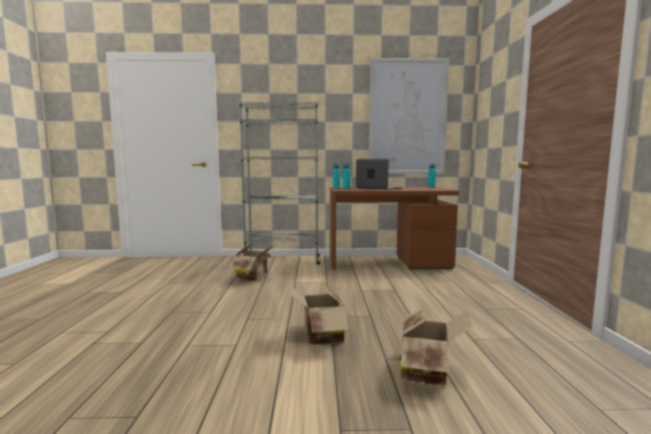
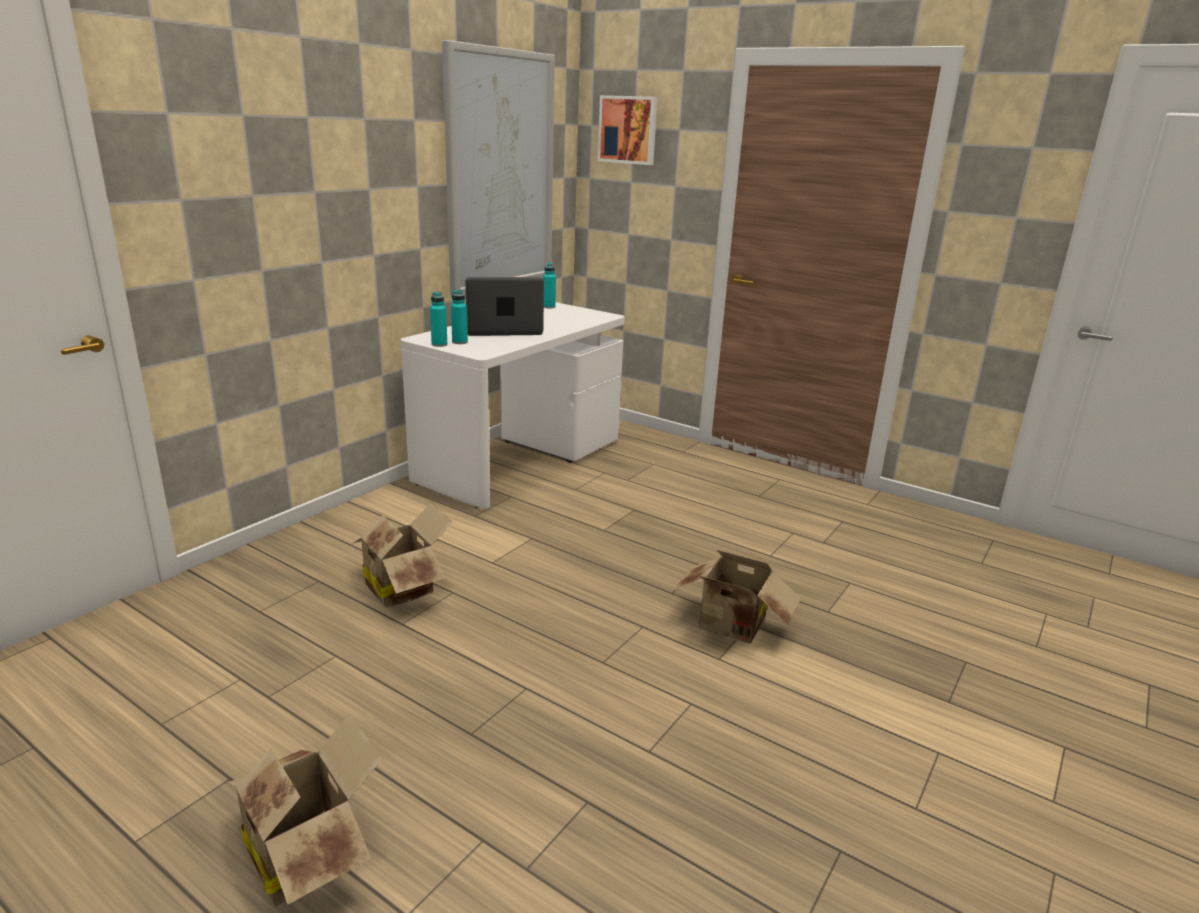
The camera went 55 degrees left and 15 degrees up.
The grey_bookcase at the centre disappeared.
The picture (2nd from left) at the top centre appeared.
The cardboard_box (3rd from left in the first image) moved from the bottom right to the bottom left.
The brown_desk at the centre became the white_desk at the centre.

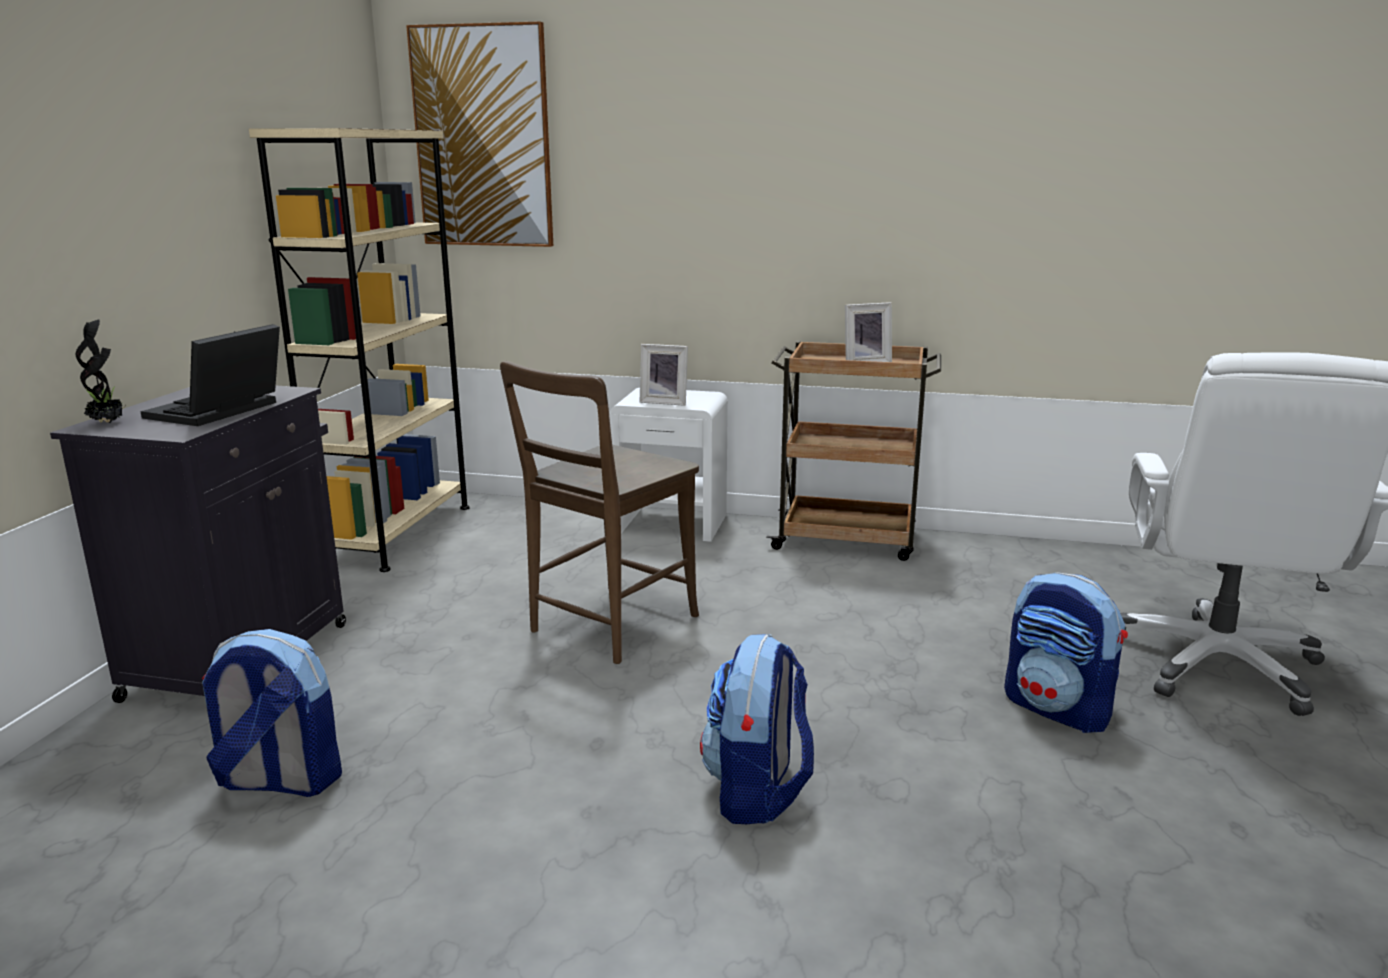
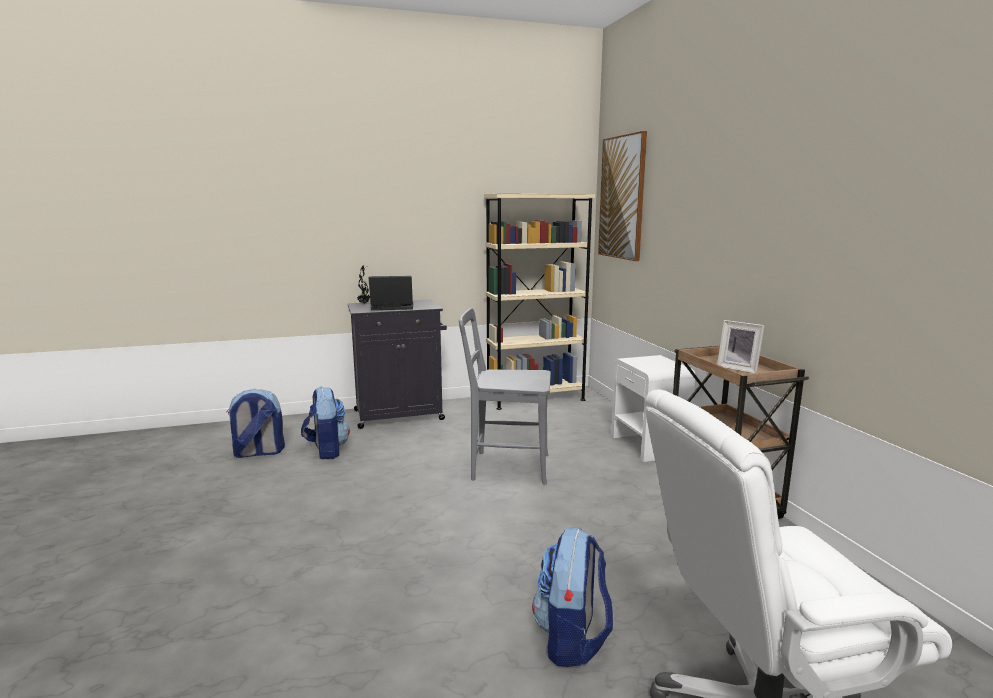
The camera went 60 degrees right and 5 degrees down.
The picture_frame (1st from left) at the centre disappeared.
The backpack (2nd from left in the first image) moved from the bottom centre to the middle left.
The brown_chair at the centre became the grey_chair at the centre.

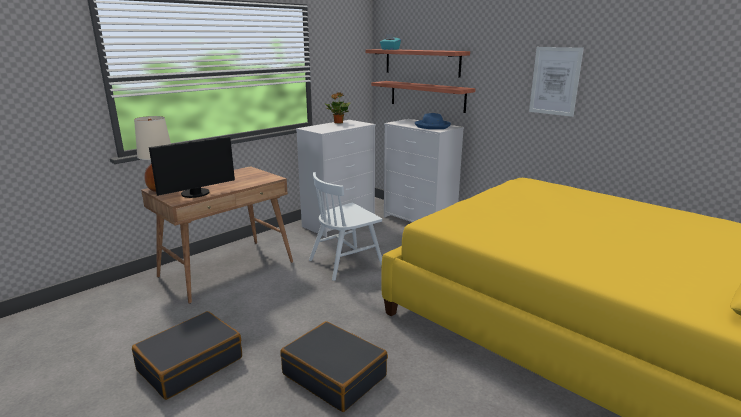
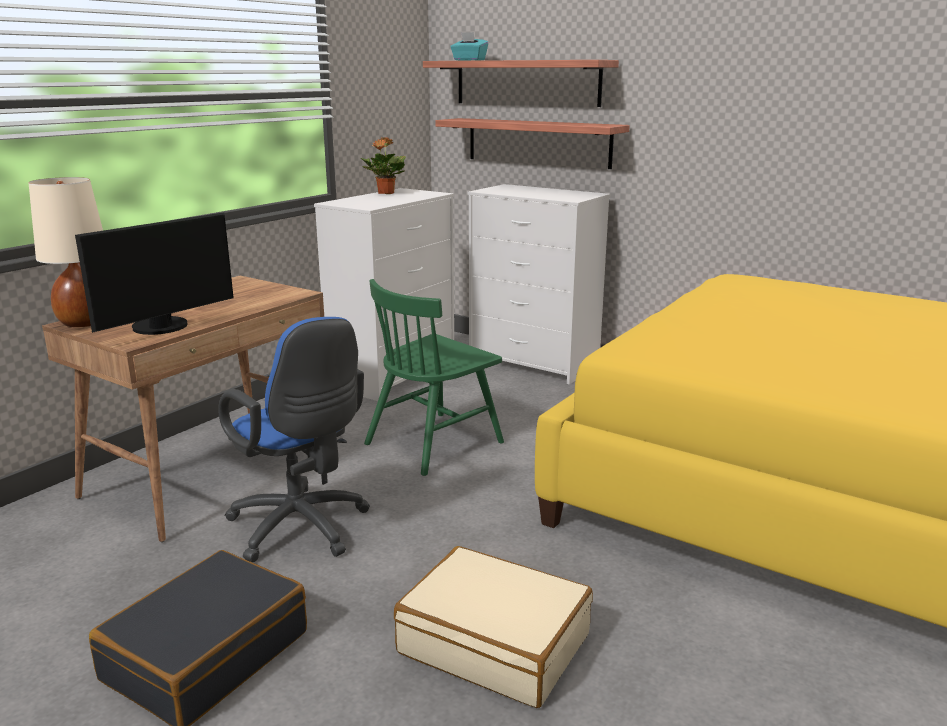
The camera went 10 degrees left and 0 degrees up.
The blue_hat at the top centre disappeared.
The picture at the top right disappeared.
The blue_office_chair at the middle left appeared.
The black_suitcase (2nd from left) at the bottom centre became the beige_suitcase at the bottom centre.
The white_chair at the centre became the green_chair at the centre.

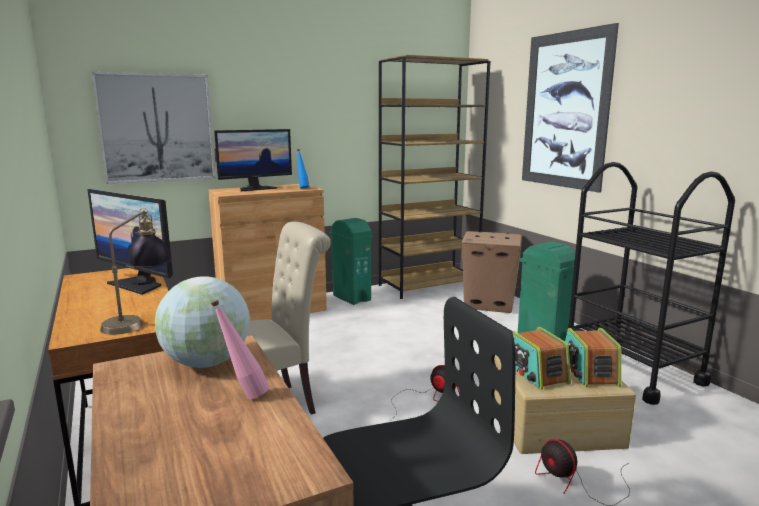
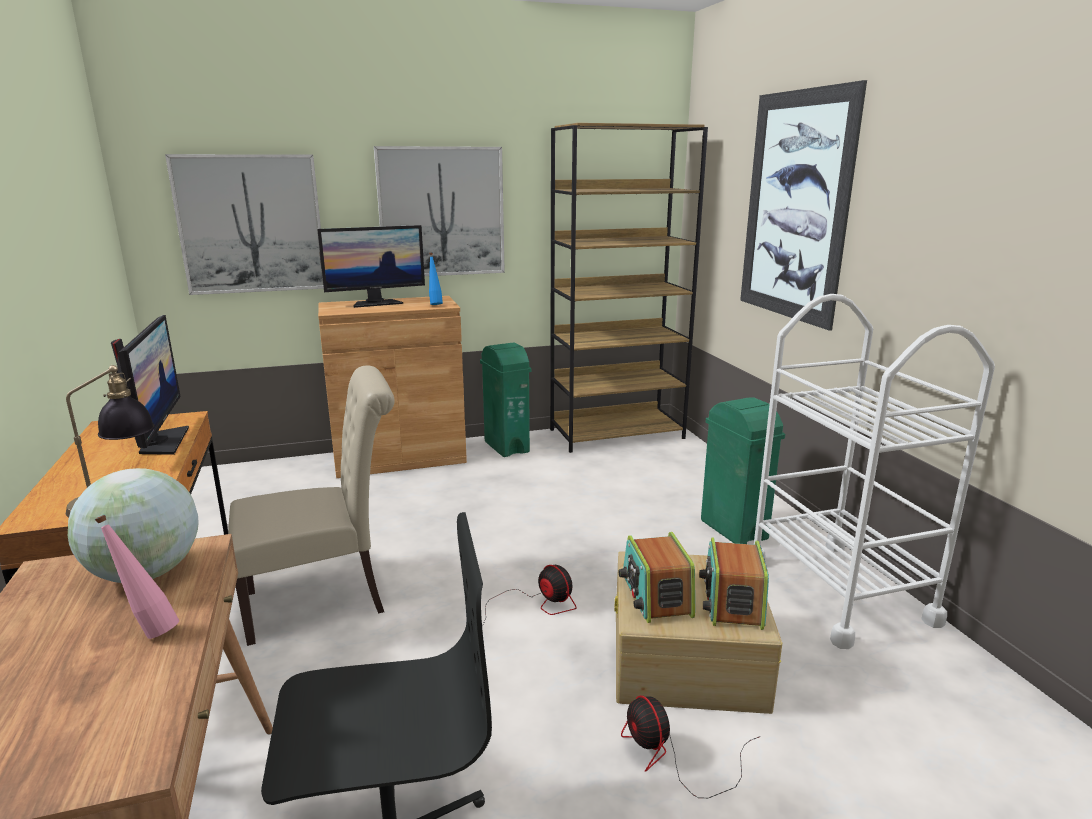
The camera went 10 degrees right and 5 degrees up.
The cardboard_box at the centre disappeared.
The picture (2nd from left) at the top centre appeared.
The black_cart at the middle right became the white_cart at the middle right.
The monitor (1st from left) at the middle left turned 150 degrees counterclockwise.

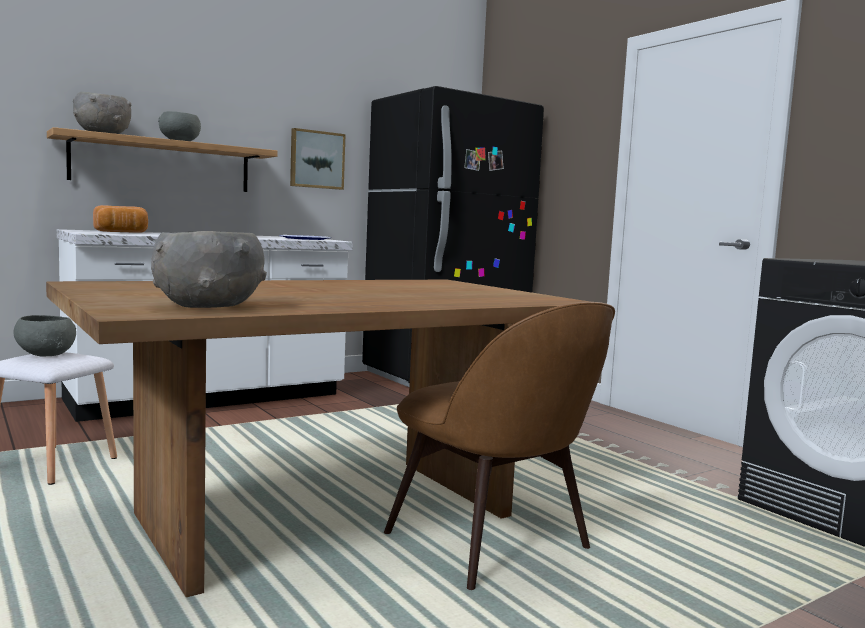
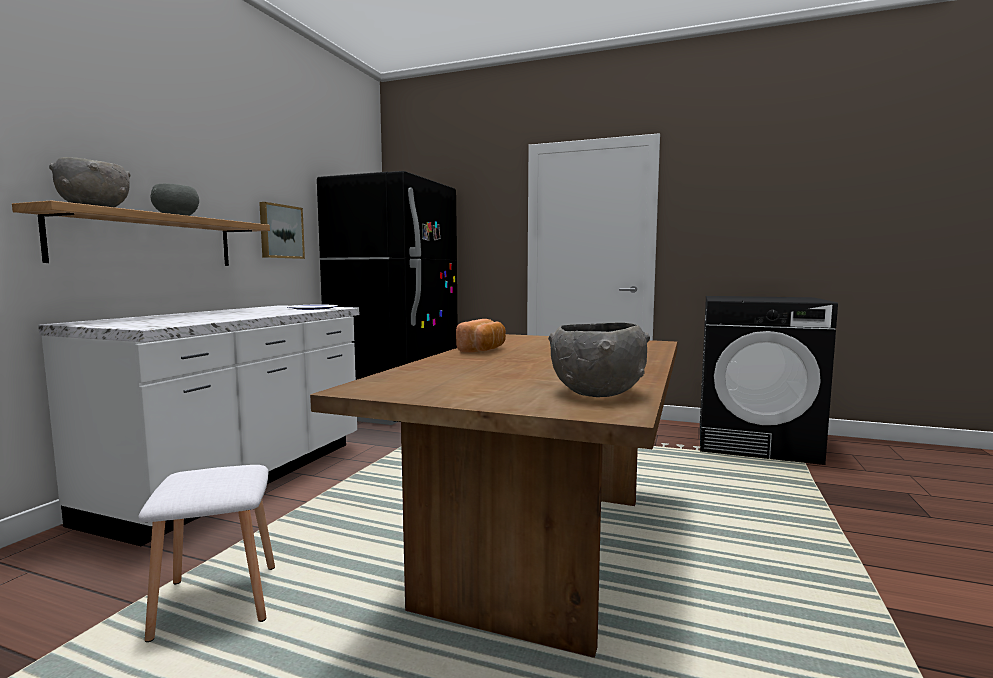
The camera went 35 degrees left and 0 degrees up.
The grey_bowl (1st from left) at the middle left disappeared.
The brown_chair at the bottom centre disappeared.
The bread moved from the middle left to the centre.

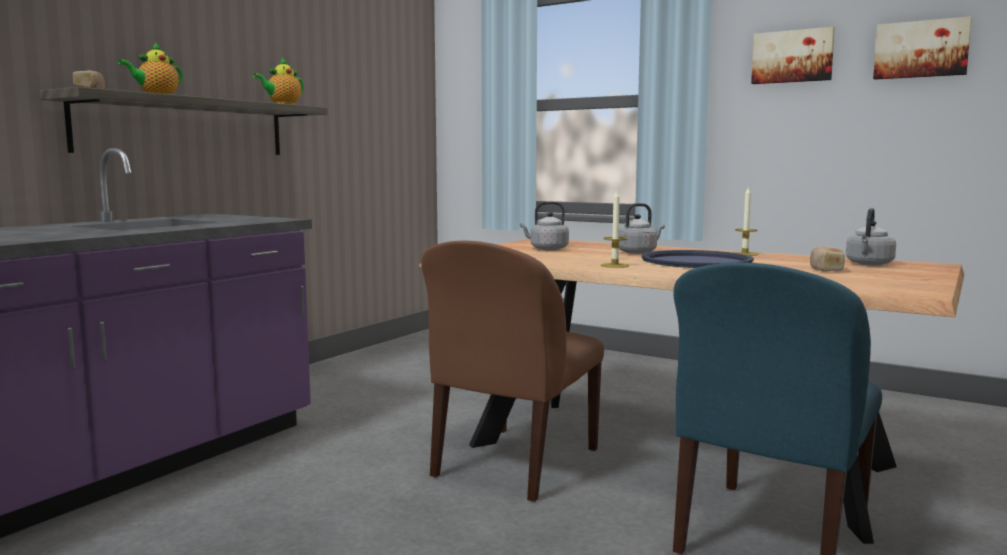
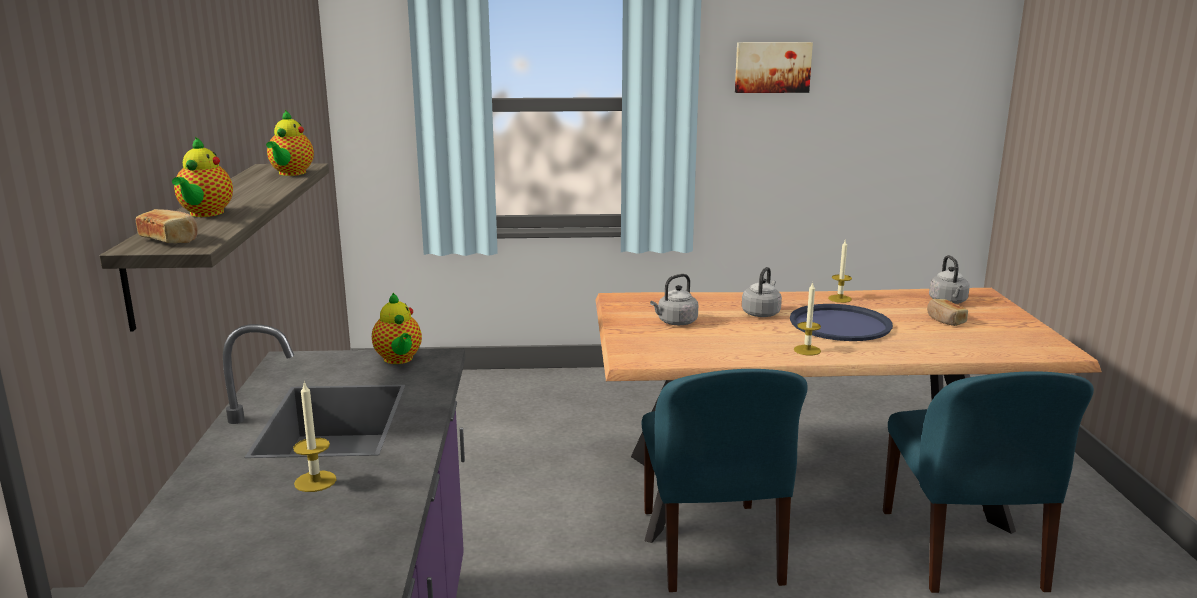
The camera went 35 degrees left and 10 degrees up.
The picture (2nd from left) at the top right disappeared.
The candle (1st from left) at the bottom left appeared.
The teapot (3rd from left) at the middle left appeared.
The brown_chair at the bottom centre became the blue_chair (1st from left) at the bottom centre.

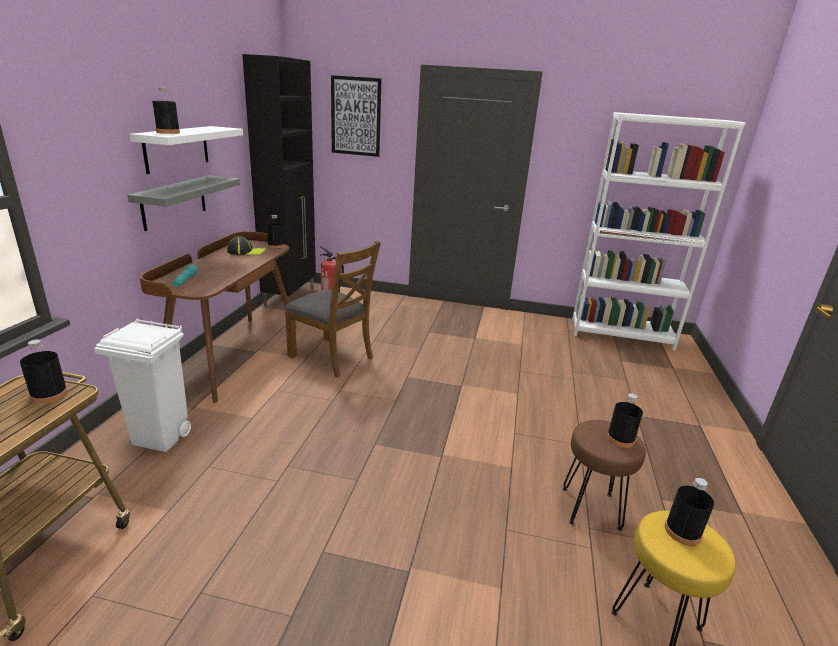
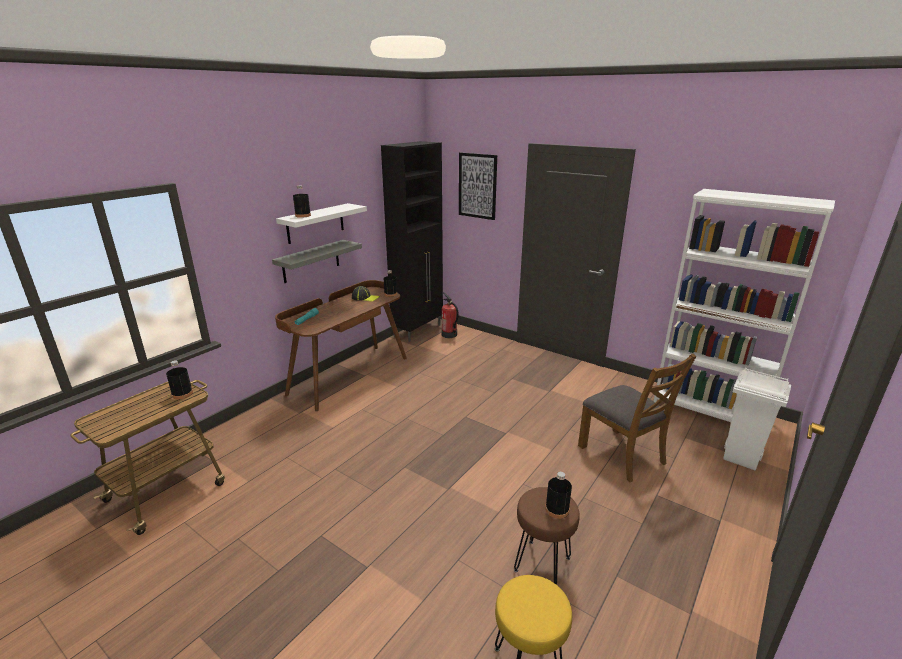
The camera went 25 degrees right and 0 degrees up.
The black_bottle (5th from left) at the bottom right disappeared.
The white_trash_can moved from the middle left to the middle right.
The brown_chair moved from the centre to the middle right.

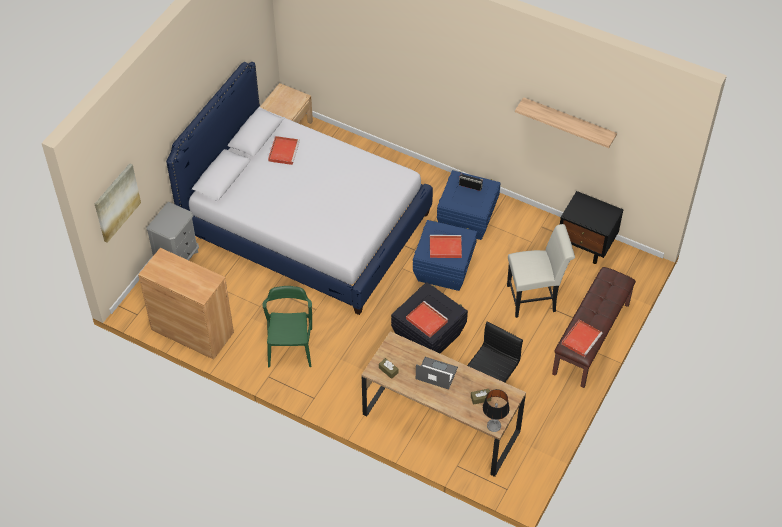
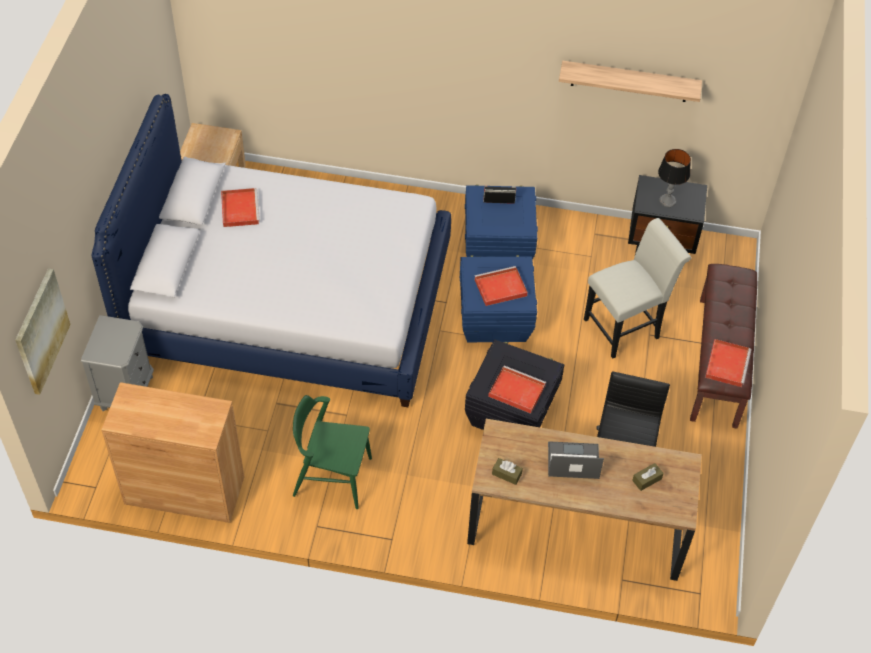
The camera went 20 degrees left and 0 degrees up.
The table_lamp moved from the bottom centre to the top right.
The green_chair at the centre turned 60 degrees counterclockwise.

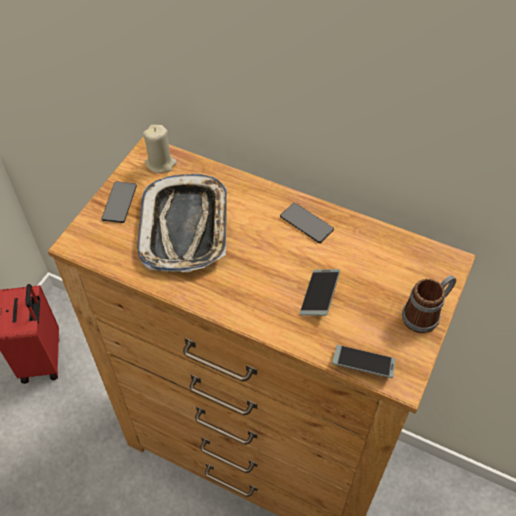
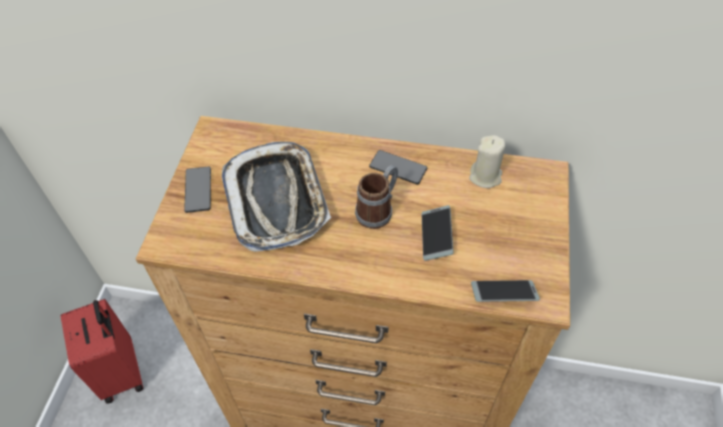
The camera went 15 degrees left and 0 degrees up.
The beige_candle moved from the top left to the middle right.
The mug moved from the middle right to the centre.

